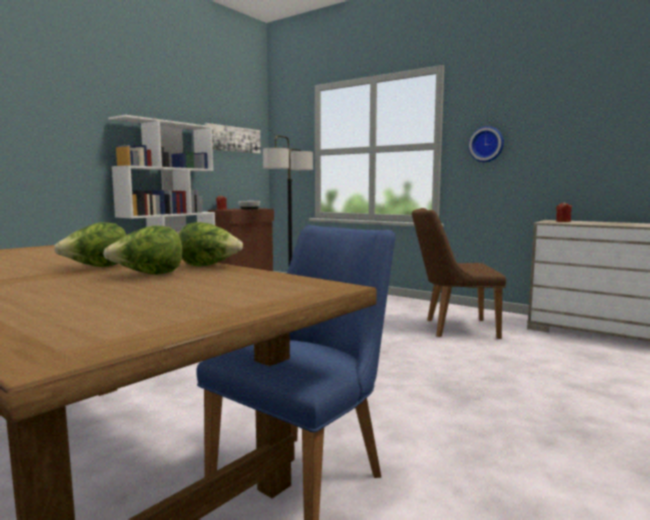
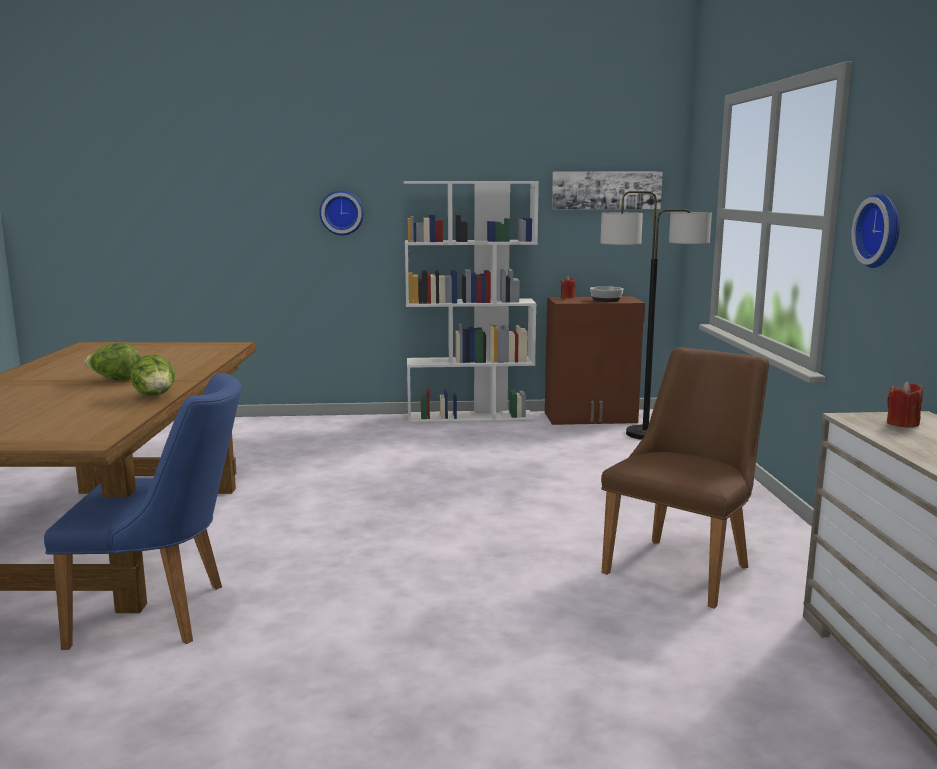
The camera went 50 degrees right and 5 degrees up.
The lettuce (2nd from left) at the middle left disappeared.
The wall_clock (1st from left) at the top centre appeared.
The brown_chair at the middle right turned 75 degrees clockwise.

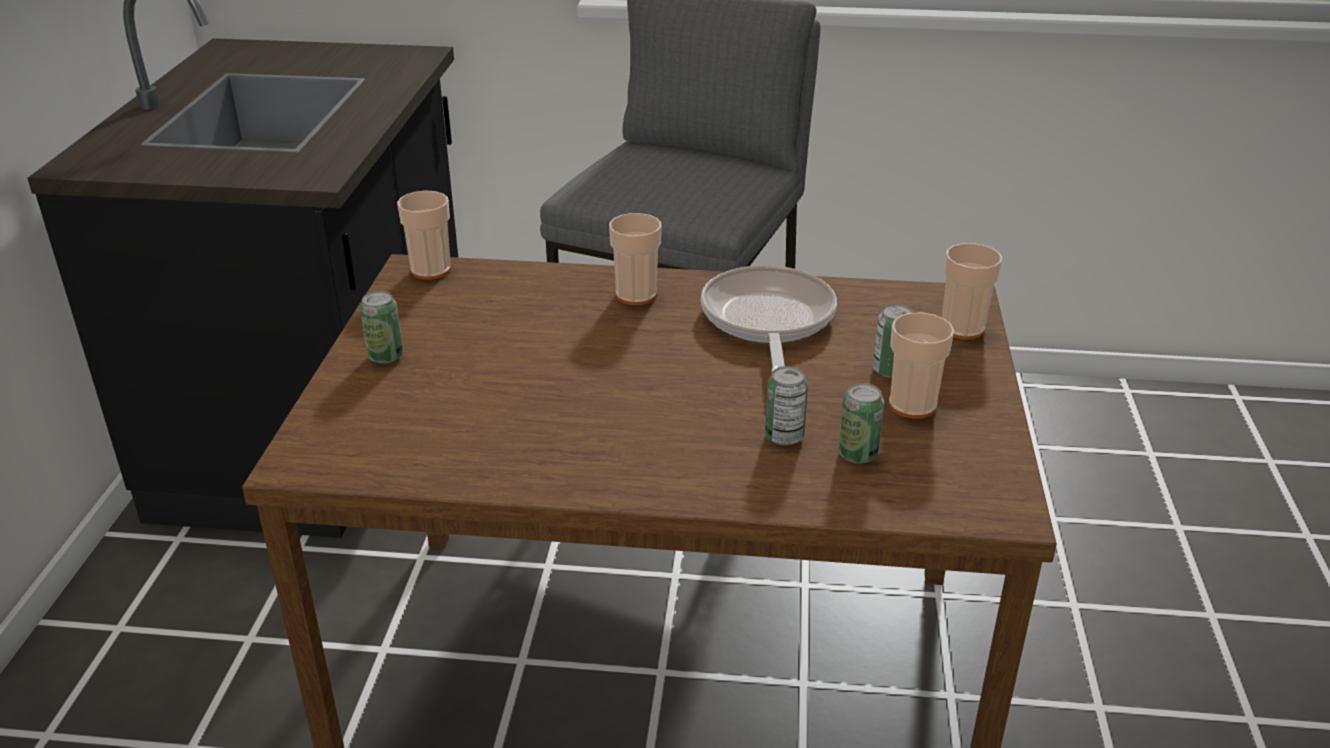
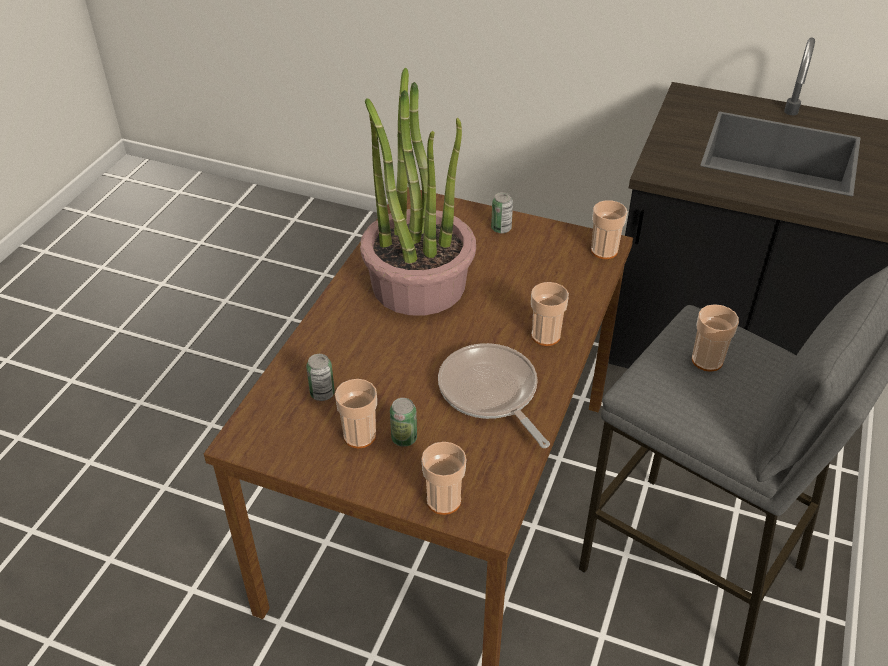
The camera went 105 degrees right and 10 degrees up.
The can (2nd from left) at the centre disappeared.
The potted_plant at the top centre appeared.
The cup (5th from left) at the middle right appeared.
The frying_pan at the centre turned 135 degrees counterclockwise.

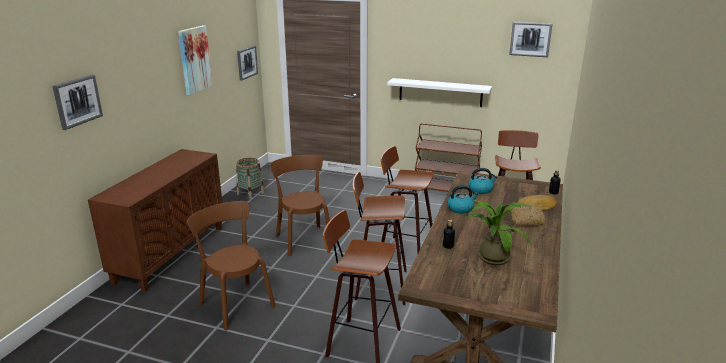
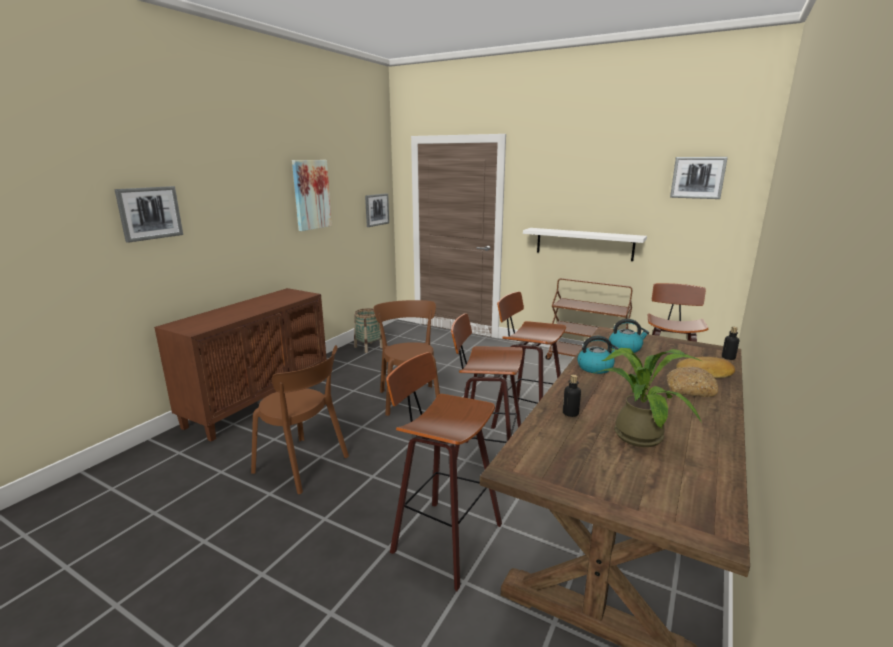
The camera went 10 degrees right and 5 degrees down.
The brown_chair (1st from left) at the bottom left turned 150 degrees clockwise.

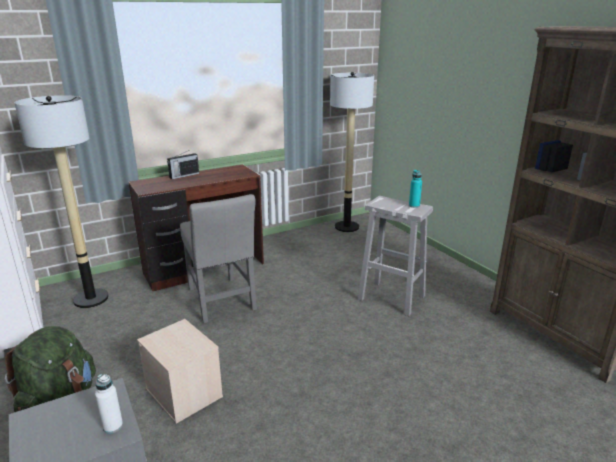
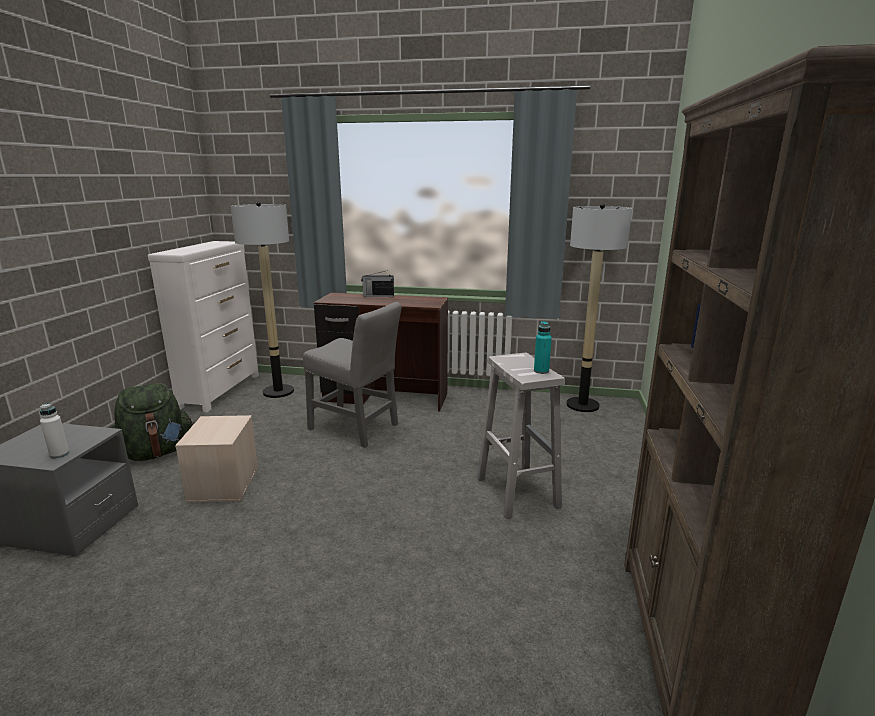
The camera went 40 degrees right and 5 degrees down.
The grey_chair at the centre turned 75 degrees counterclockwise.

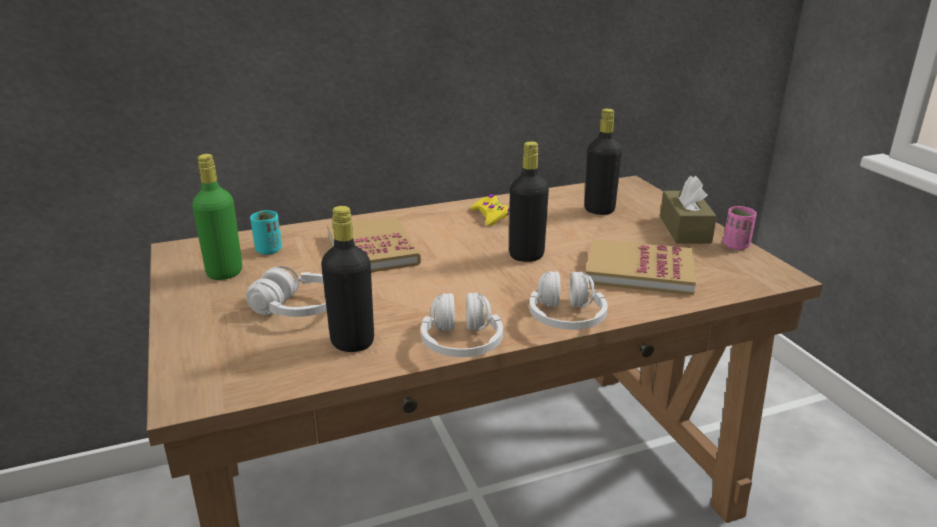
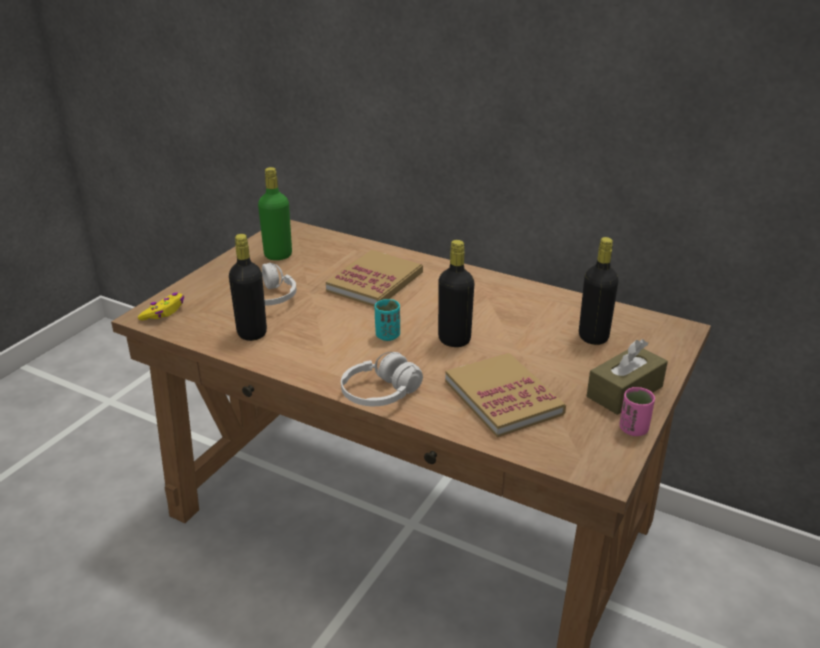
The camera went 50 degrees right and 5 degrees up.
The white_headphones (2nd from left) at the centre disappeared.
The turquoise_cup moved from the middle left to the centre.
The yellow_game_controller moved from the centre to the middle left.

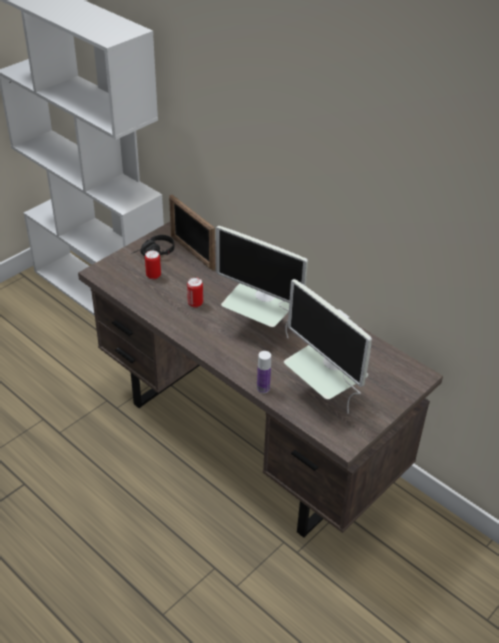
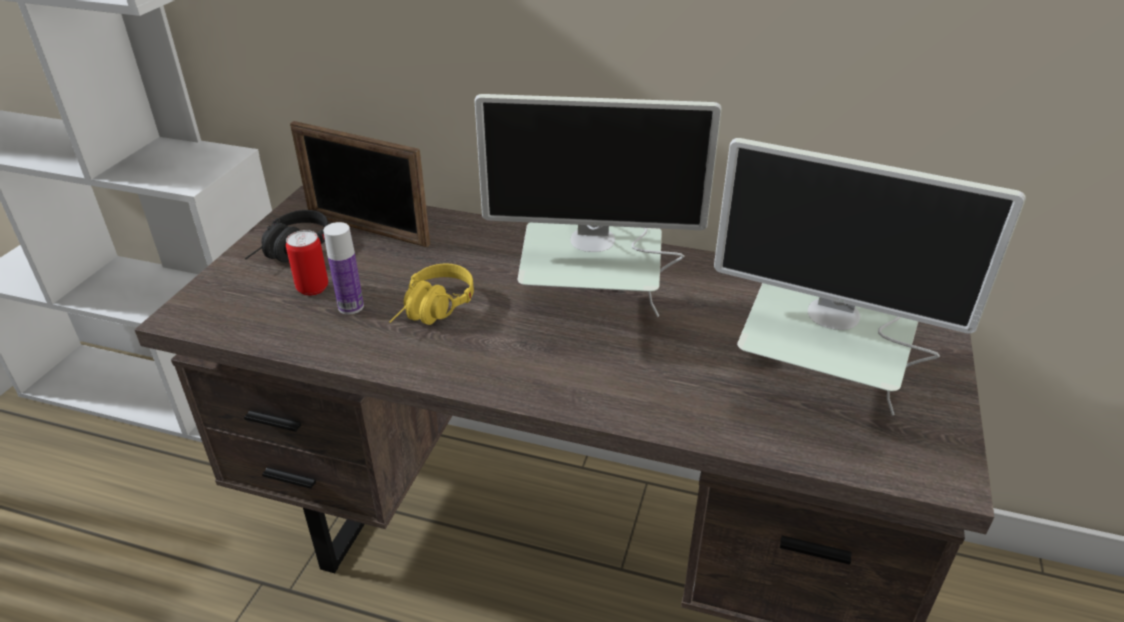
The camera went 25 degrees left and 5 degrees down.
The bottle moved from the centre to the middle left.
The can (2nd from left) at the centre was replaced by the yellow_headphones at the centre.

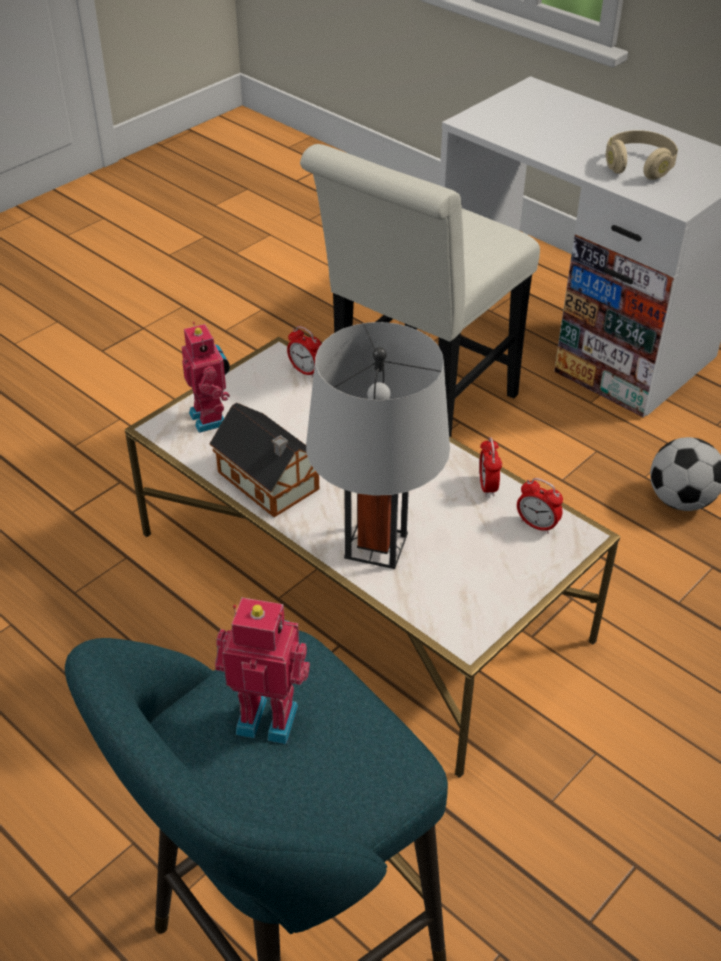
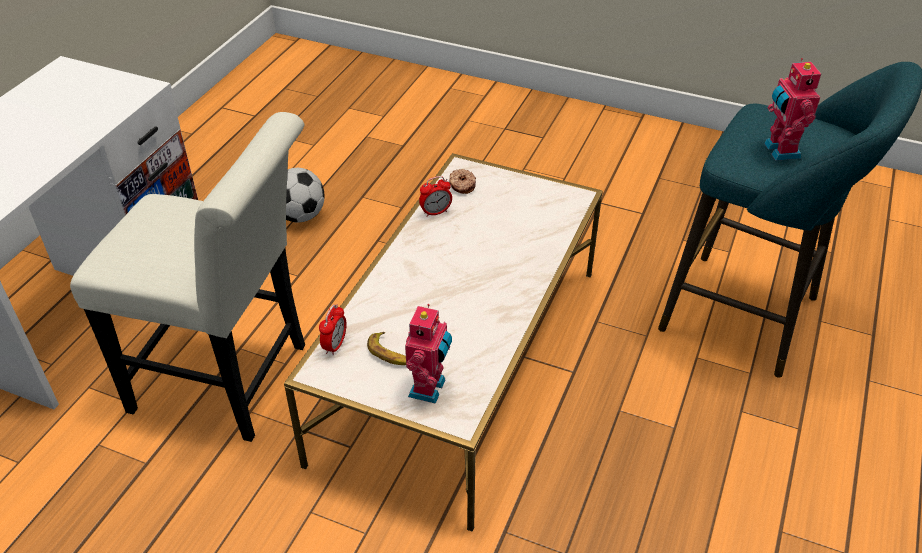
The camera went 110 degrees left and 0 degrees up.
The toy_house at the centre disappeared.
The grey_table_lamp at the centre disappeared.
The beige_headphones at the top right disappeared.
The banana at the centre appeared.
The alarm_clock (3rd from left) at the middle right was replaced by the donut at the top centre.
The toy_robot (1st from left) at the middle left turned 150 degrees clockwise.

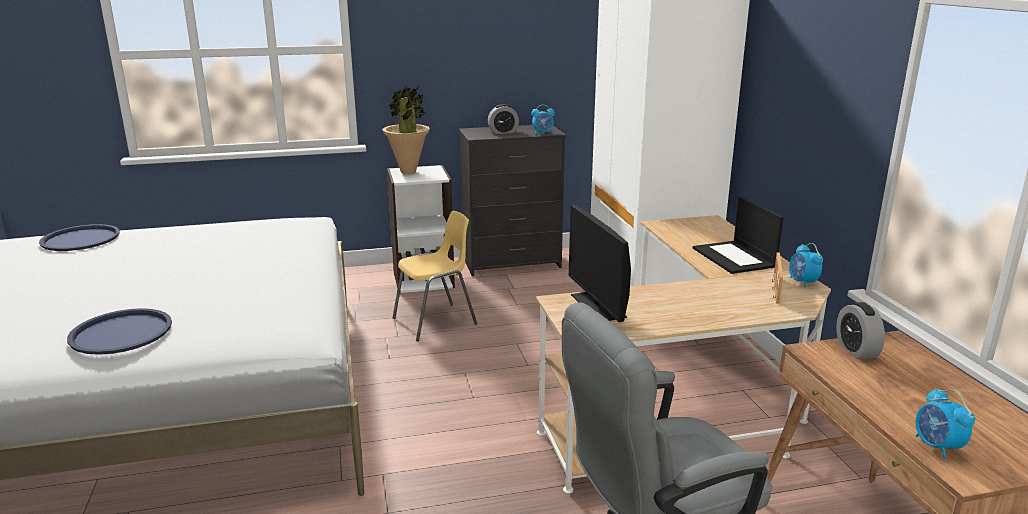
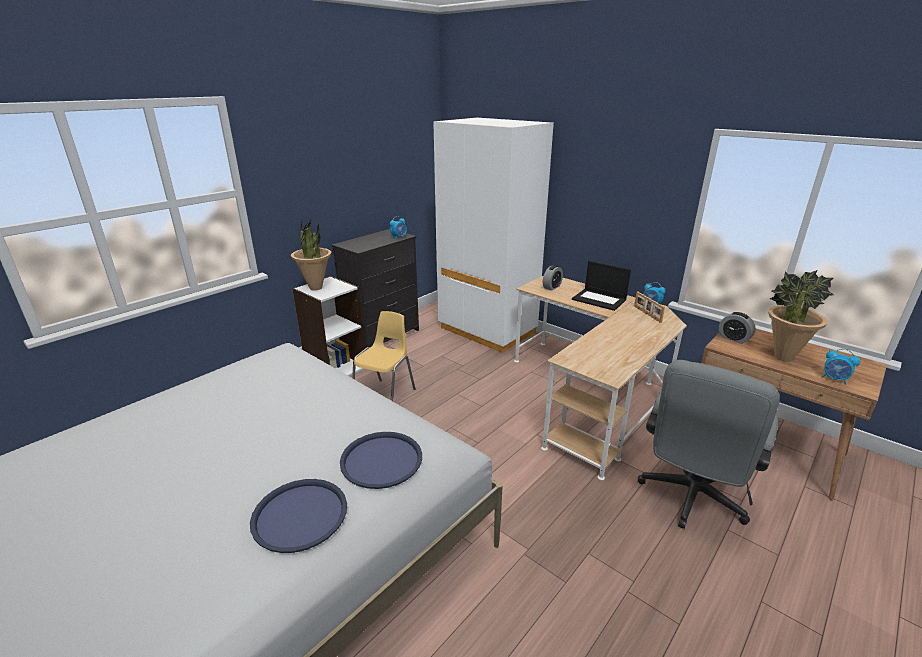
The camera went 35 degrees left and 5 degrees up.
The monitor at the centre disappeared.
The potted_plant (2nd from left) at the middle right appeared.
The blue_tray (1st from left in the first image) moved from the middle left to the bottom centre.
The alarm_clock (1st from left in the first image) moved from the top centre to the centre.

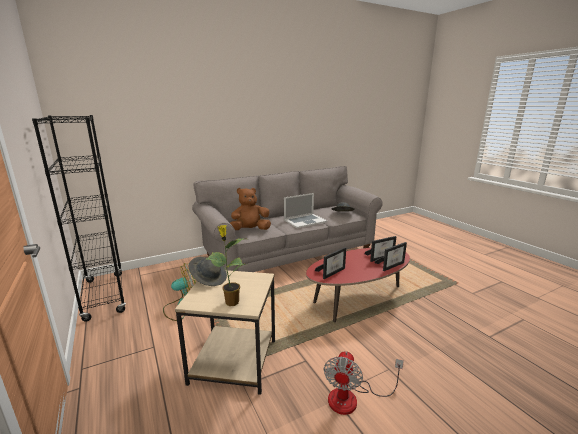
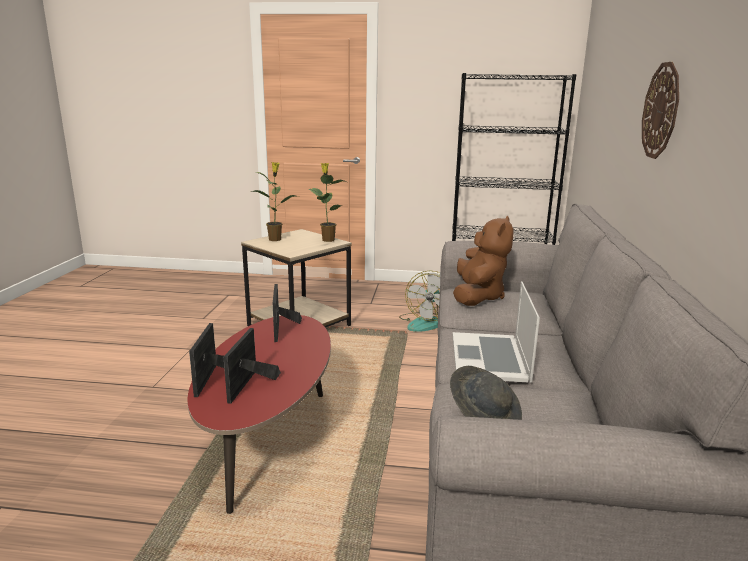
The camera went 125 degrees right and 0 degrees up.
The fan (2nd from left) at the bottom centre disappeared.
The wall_clock at the top right appeared.
The grey_hat (1st from left) at the centre was replaced by the potted_plant (2nd from left) at the centre.

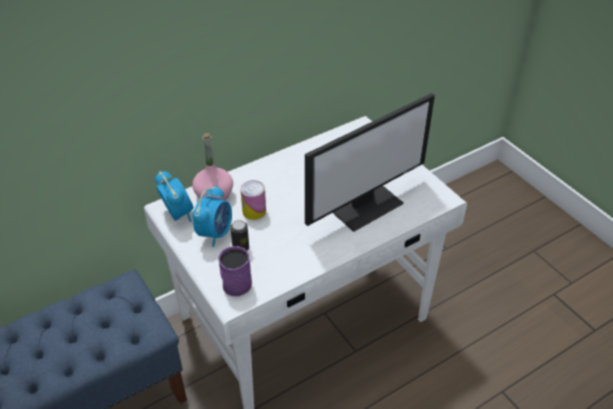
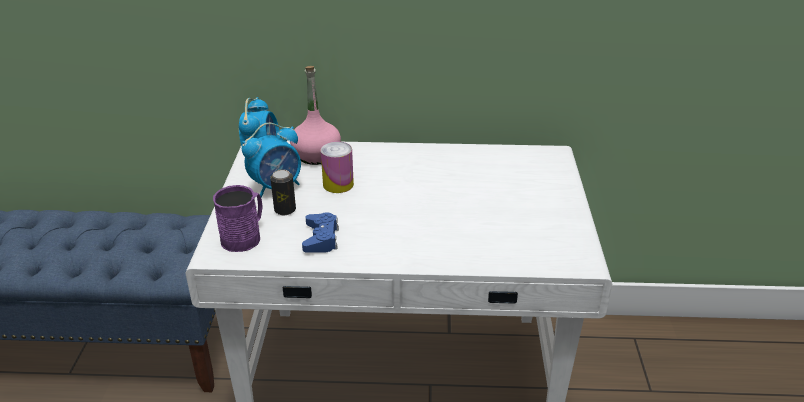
The camera went 35 degrees right and 10 degrees down.
The monitor at the centre disappeared.
The blue_game_controller at the centre appeared.

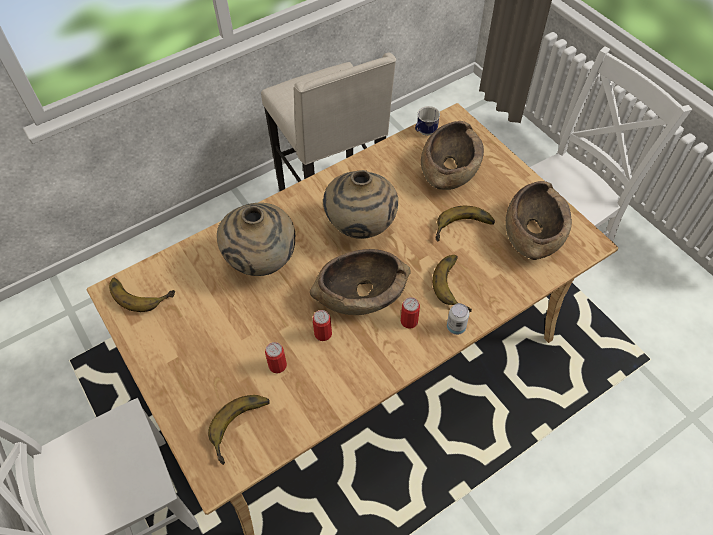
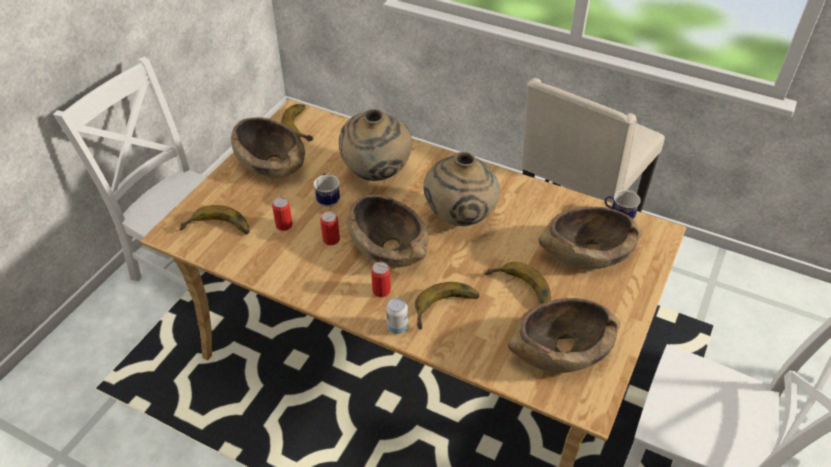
The camera went 60 degrees right and 10 degrees down.
The brown_bowl (1st from left) at the top left appeared.
The mug (1st from left) at the centre appeared.

